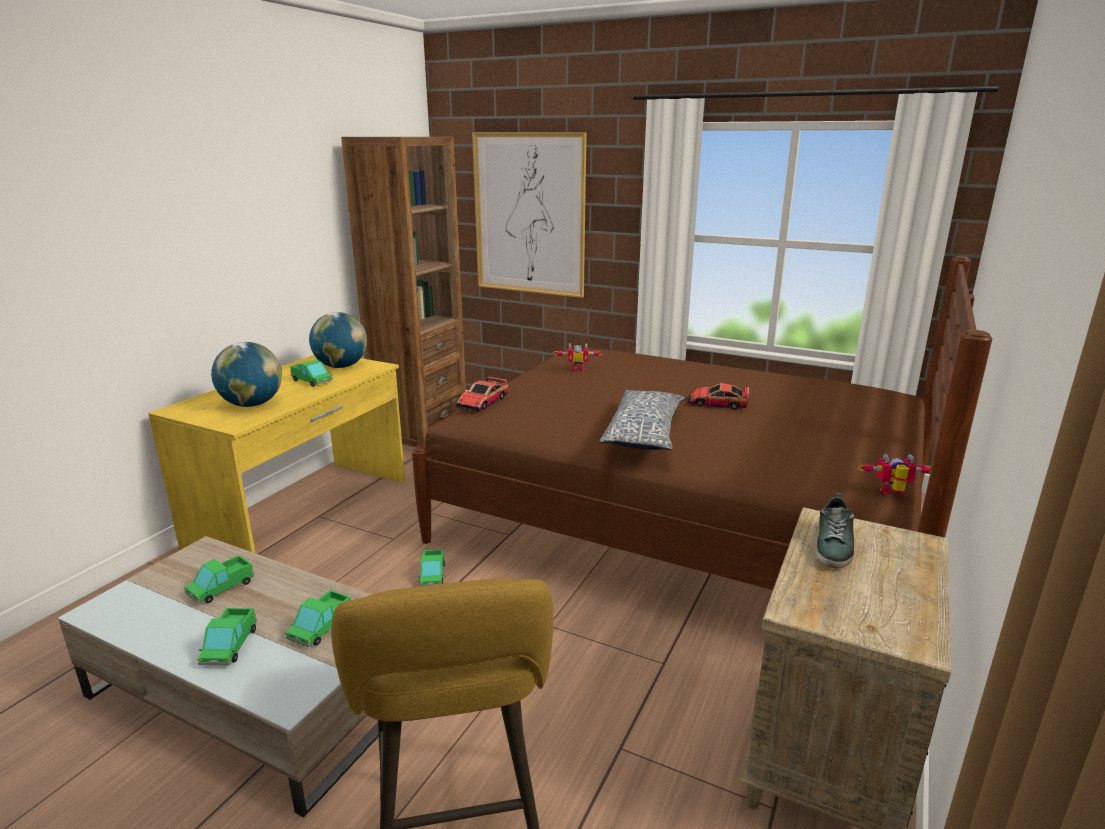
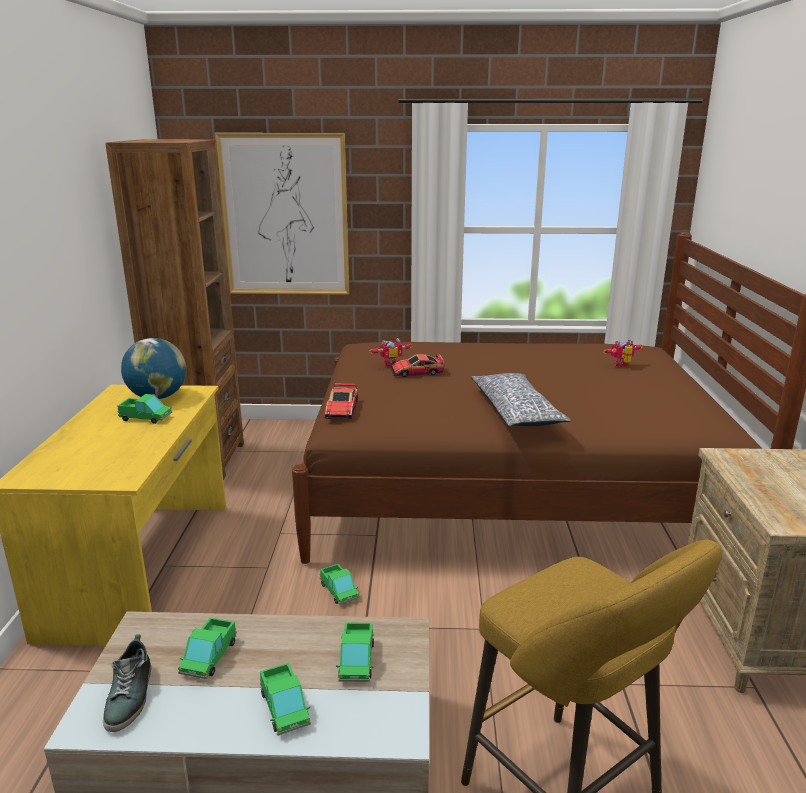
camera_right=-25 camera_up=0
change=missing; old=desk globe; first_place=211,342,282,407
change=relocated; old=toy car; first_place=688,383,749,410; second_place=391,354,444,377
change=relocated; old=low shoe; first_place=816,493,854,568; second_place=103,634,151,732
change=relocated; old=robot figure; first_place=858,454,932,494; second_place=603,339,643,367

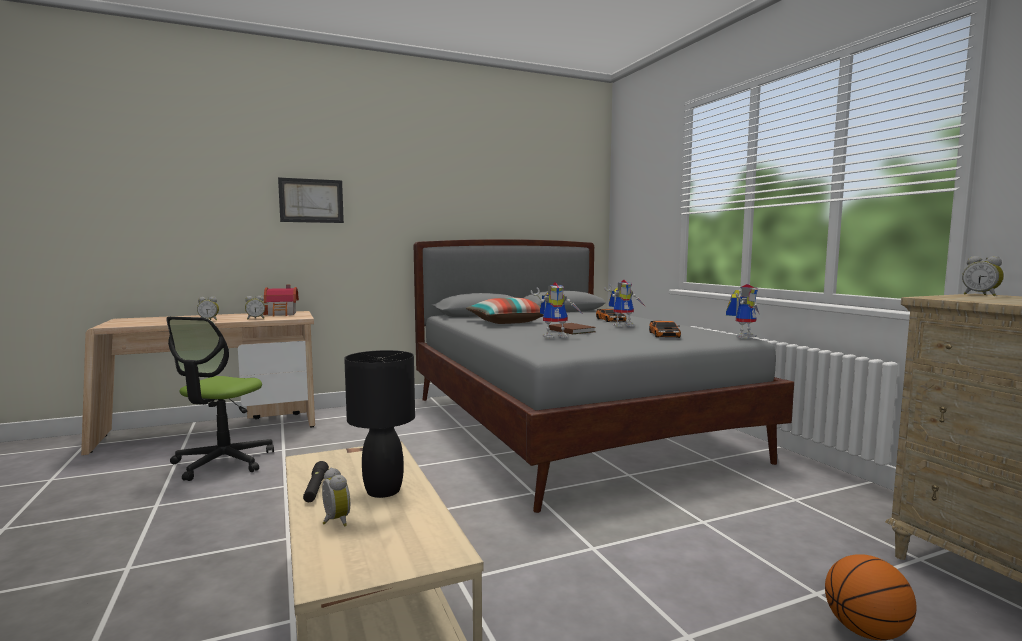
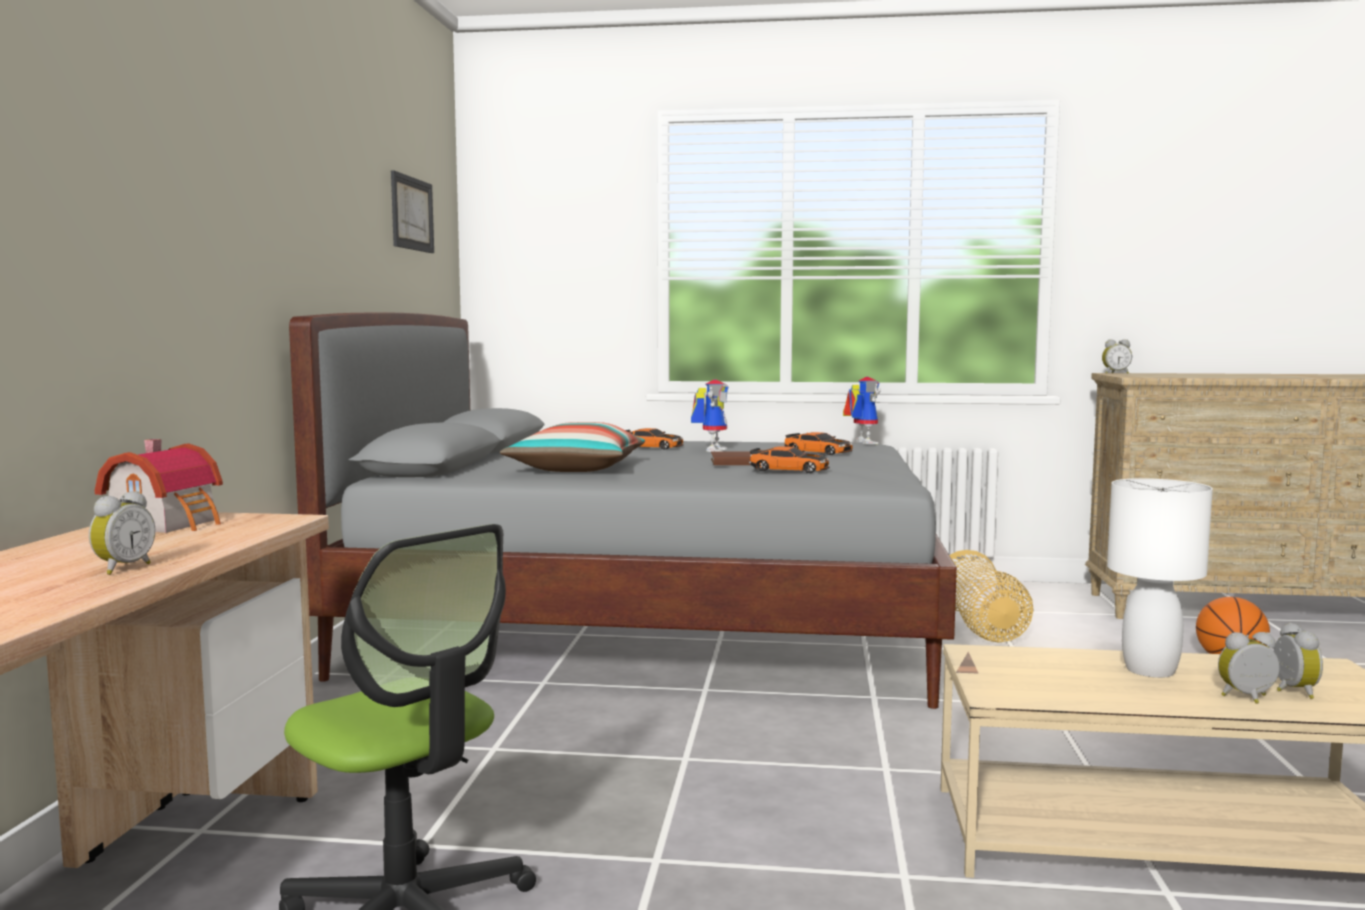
camera_right=-60 camera_up=0
change=relocated; old=table clock; first_place=245,296,265,319; second_place=1274,623,1323,699
change=relocated; old=wall picture; first_place=278,177,344,223; second_place=391,170,434,253
change=missing; old=black hand torch; first_place=303,461,329,502
change=colour; old=black lamp for a table; new=white-coloured lamp for a table; first_place=344,350,415,498; second_place=1107,478,1213,678
change=exchanged; old=robot figure; new=toy car; first_place=531,282,583,339; second_place=749,446,830,473
change=appeared; new=basket; second_place=949,550,1033,642

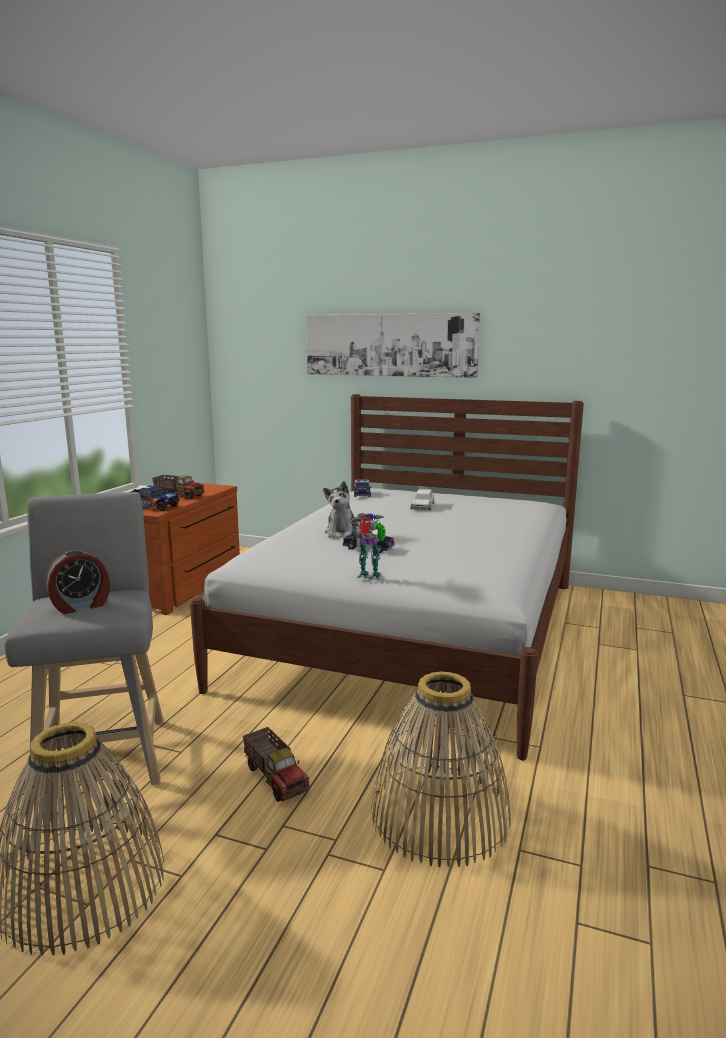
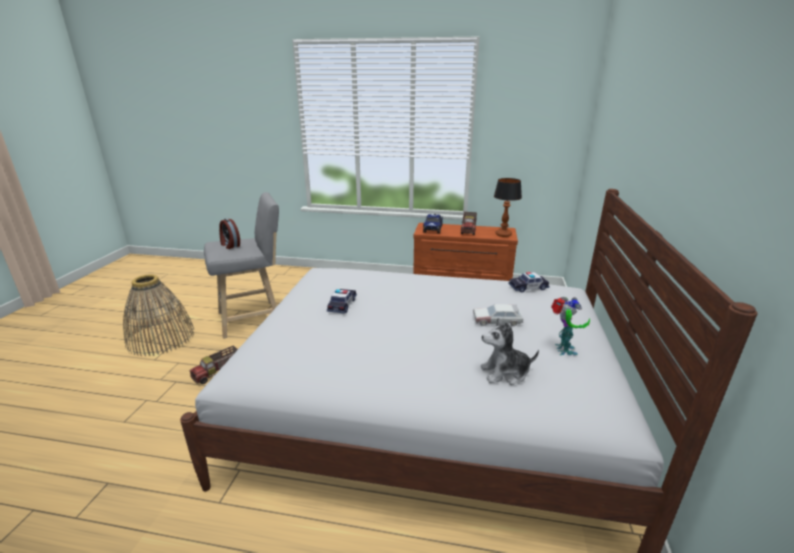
camera_right=80 camera_up=10
change=missing; old=wall picture; first_place=306,313,480,378
change=relocated; old=plush toy; first_place=323,481,359,538; second_place=481,318,539,385
change=relocated; old=robot figure; first_place=351,513,386,580; second_place=551,297,590,355
change=missing; old=basket; first_place=371,671,511,867
change=appeared; new=lamp for a table; second_place=494,178,522,237

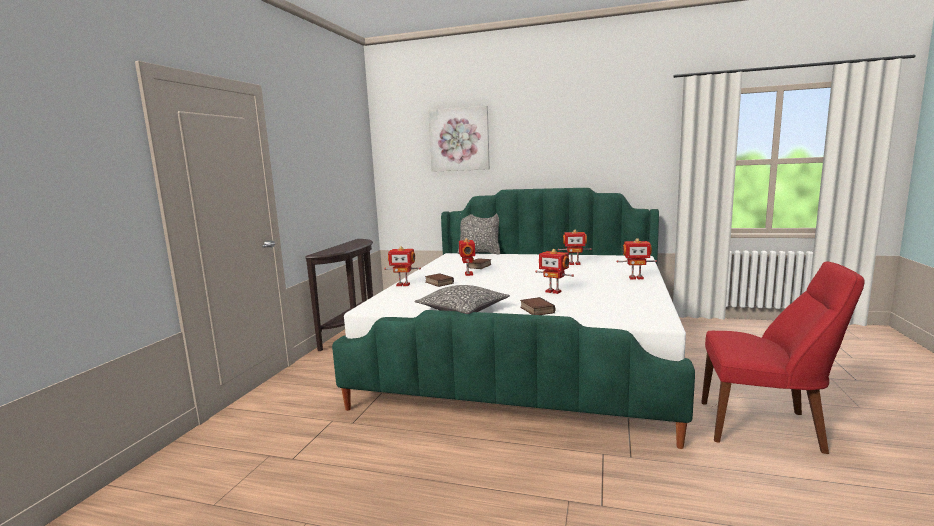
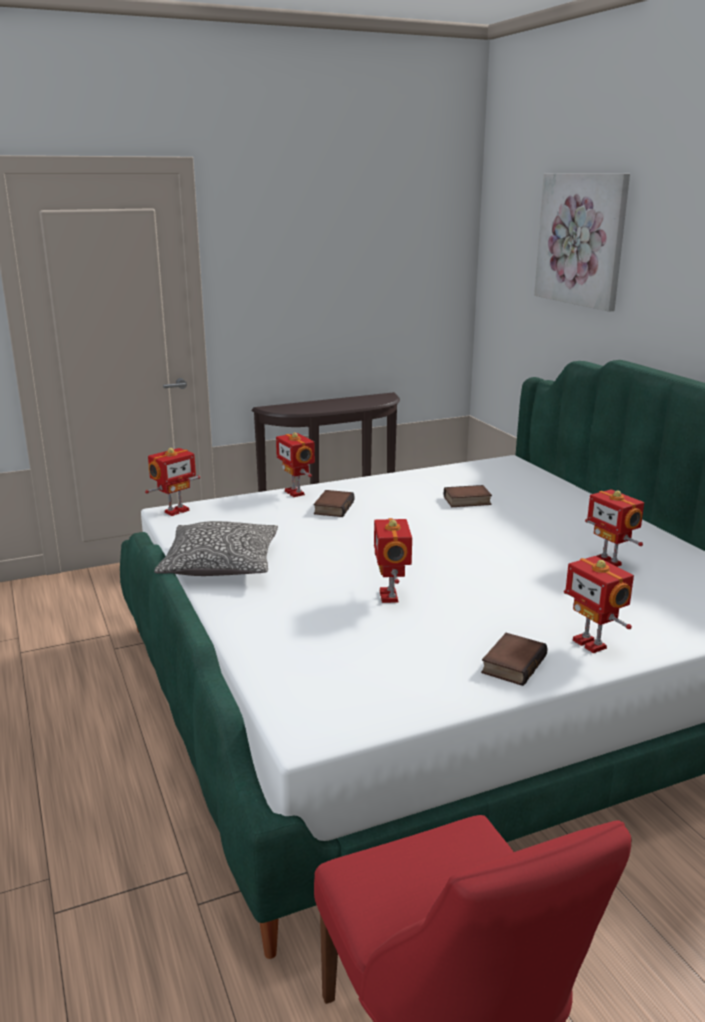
camera_right=50 camera_up=10
change=missing; old=throw pillow; first_place=458,213,500,255
change=relocated; old=robot figure; first_place=459,238,475,276; second_place=145,448,200,516
change=relocated; old=volume; first_place=520,297,555,315; second_place=481,633,548,686

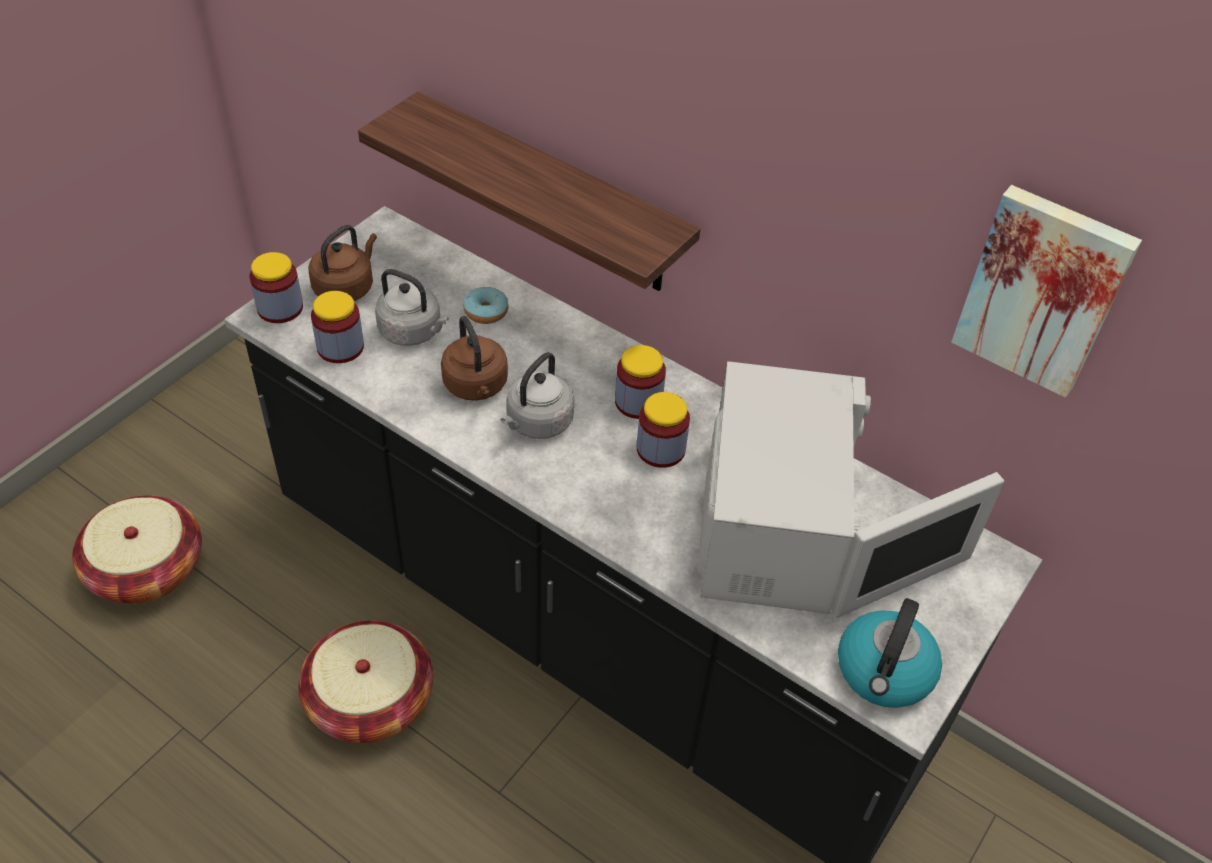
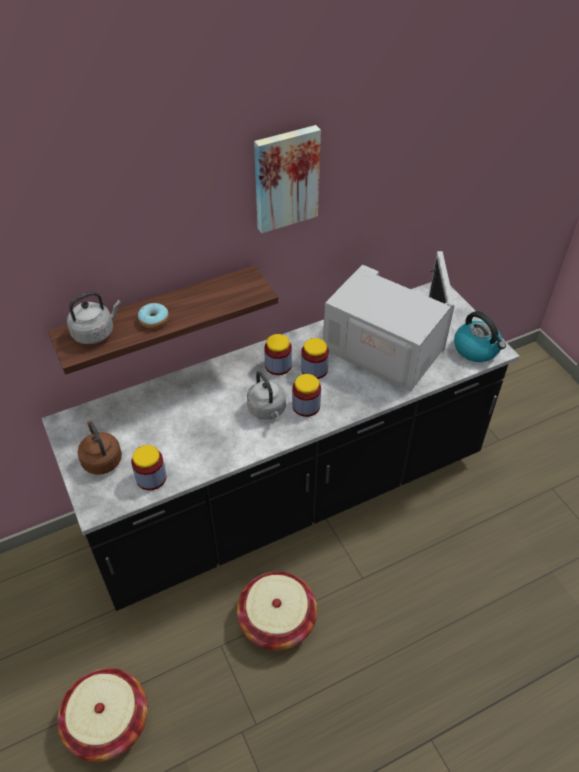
camera_right=-60 camera_up=0
change=relocated; old=storage jar; first_place=249,252,303,323; second_place=292,374,321,417
change=relocated; old=greyish tea kettle; first_place=375,269,449,346; second_place=67,291,121,344
change=missing; old=brownish tea kettle; first_place=441,316,508,401
change=relocated; old=donut; first_place=463,287,509,324; second_place=138,303,169,328
change=relocated; old=wall picture; first_place=951,185,1142,398; second_place=254,125,321,233

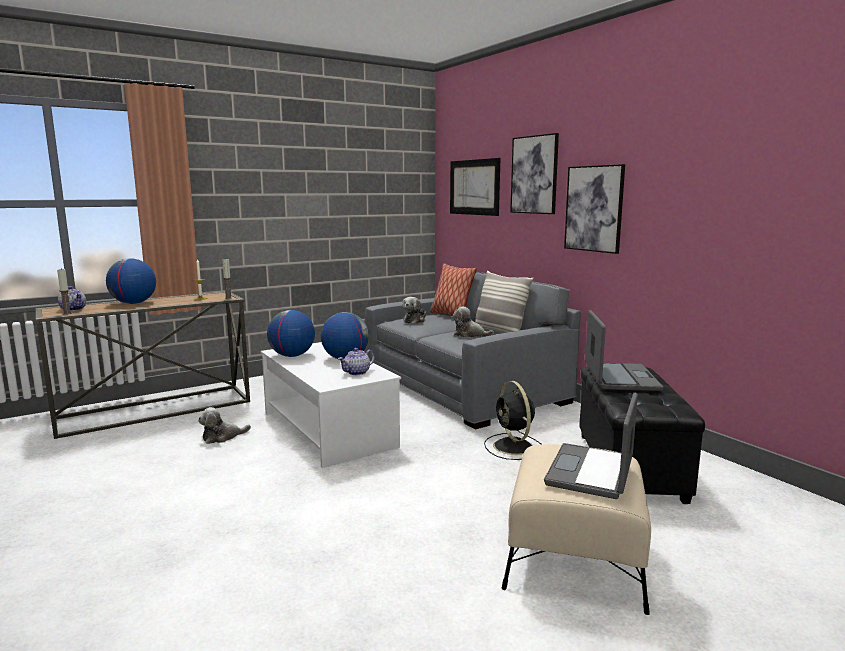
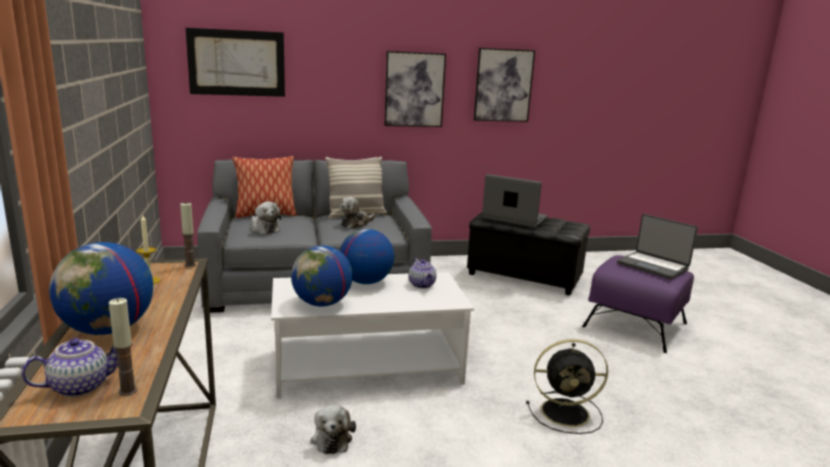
camera_right=-70 camera_up=5
change=relocated; old=black cooling fan; first_place=484,381,542,460; second_place=526,339,608,434
change=colour; old=sand-coloured pouffe; new=purple-coloured pouffe; first_place=502,444,651,615; second_place=582,255,694,353
change=relocated; old=wall picture; first_place=510,133,559,214; second_place=474,48,535,122

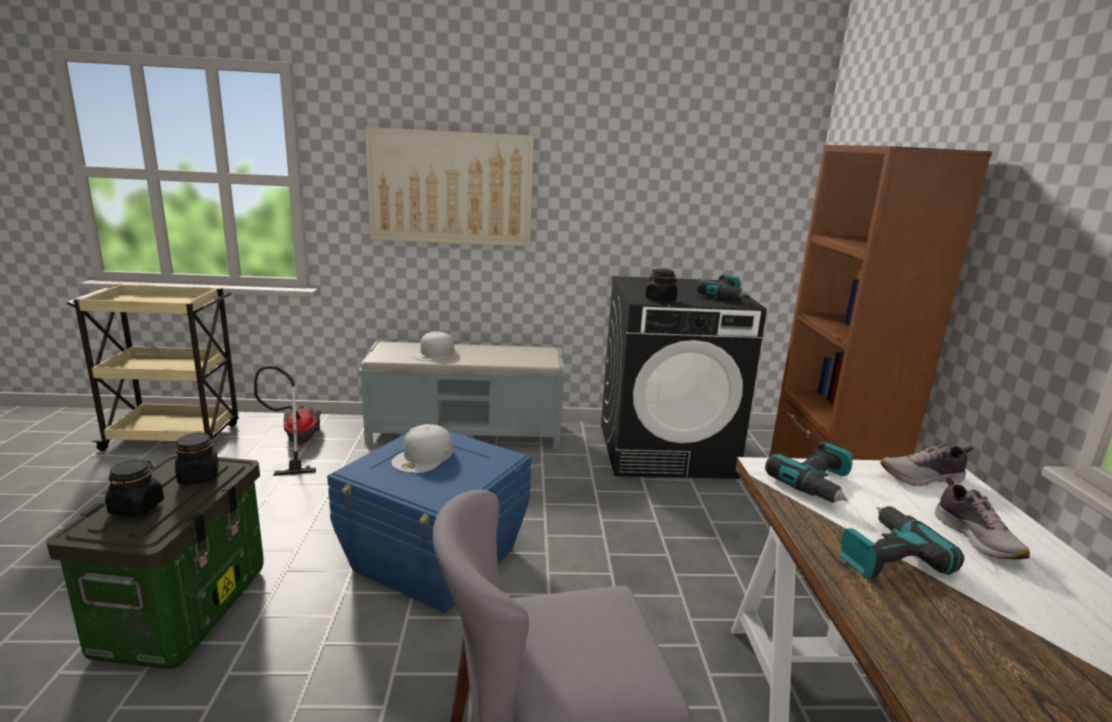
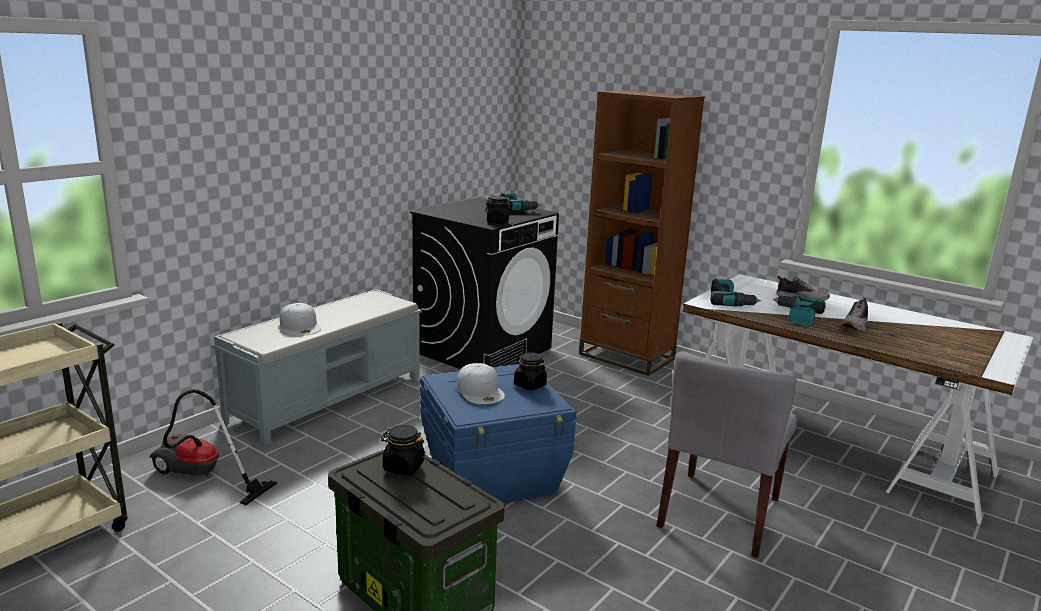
camera_right=-50 camera_up=0
change=relocated; old=black storage jar; first_place=105,460,164,516; second_place=514,352,547,390
change=missing; old=wall picture; first_place=365,127,534,247
change=relocated; old=low shoe; first_place=880,443,973,486; second_place=841,298,868,331

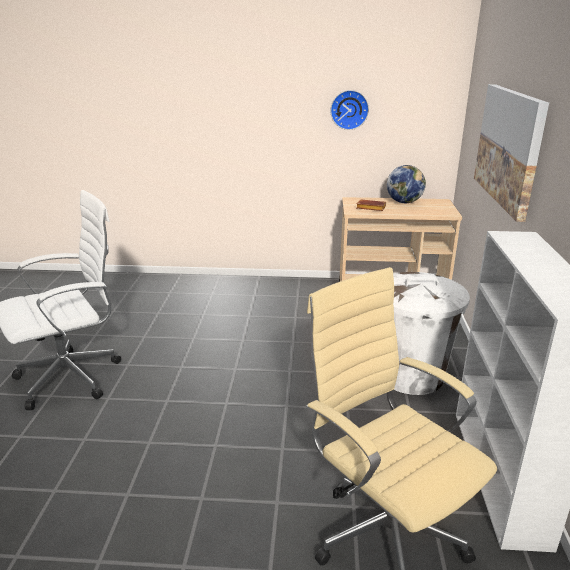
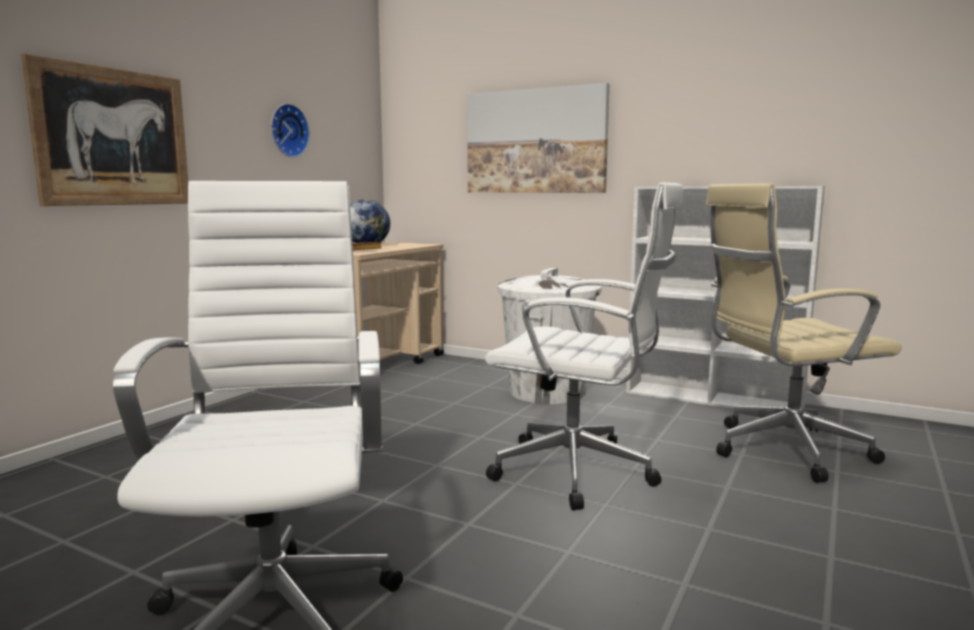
camera_right=-65 camera_up=-15
change=appeared; new=wall picture; second_place=21,54,188,206
change=appeared; new=white-coloured computer chair; second_place=485,182,683,511

